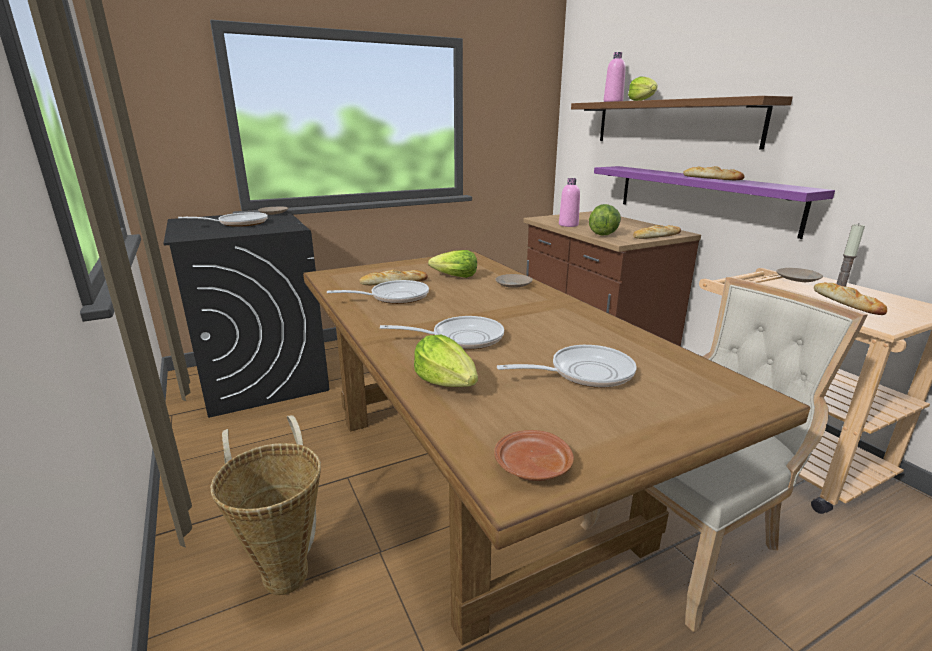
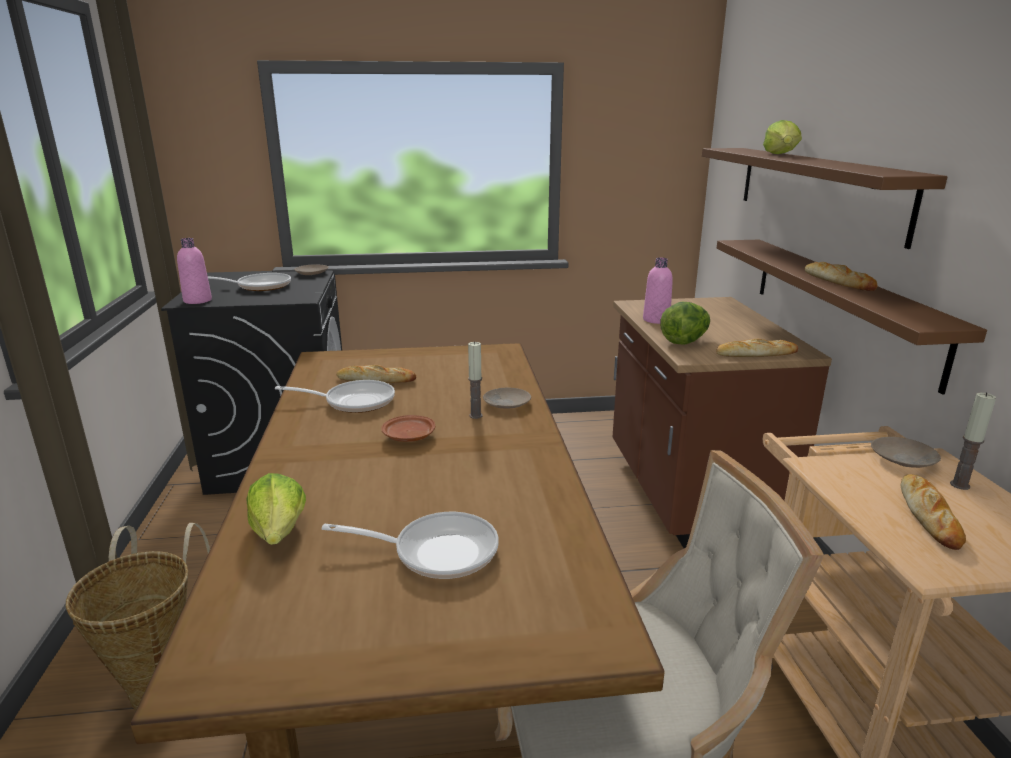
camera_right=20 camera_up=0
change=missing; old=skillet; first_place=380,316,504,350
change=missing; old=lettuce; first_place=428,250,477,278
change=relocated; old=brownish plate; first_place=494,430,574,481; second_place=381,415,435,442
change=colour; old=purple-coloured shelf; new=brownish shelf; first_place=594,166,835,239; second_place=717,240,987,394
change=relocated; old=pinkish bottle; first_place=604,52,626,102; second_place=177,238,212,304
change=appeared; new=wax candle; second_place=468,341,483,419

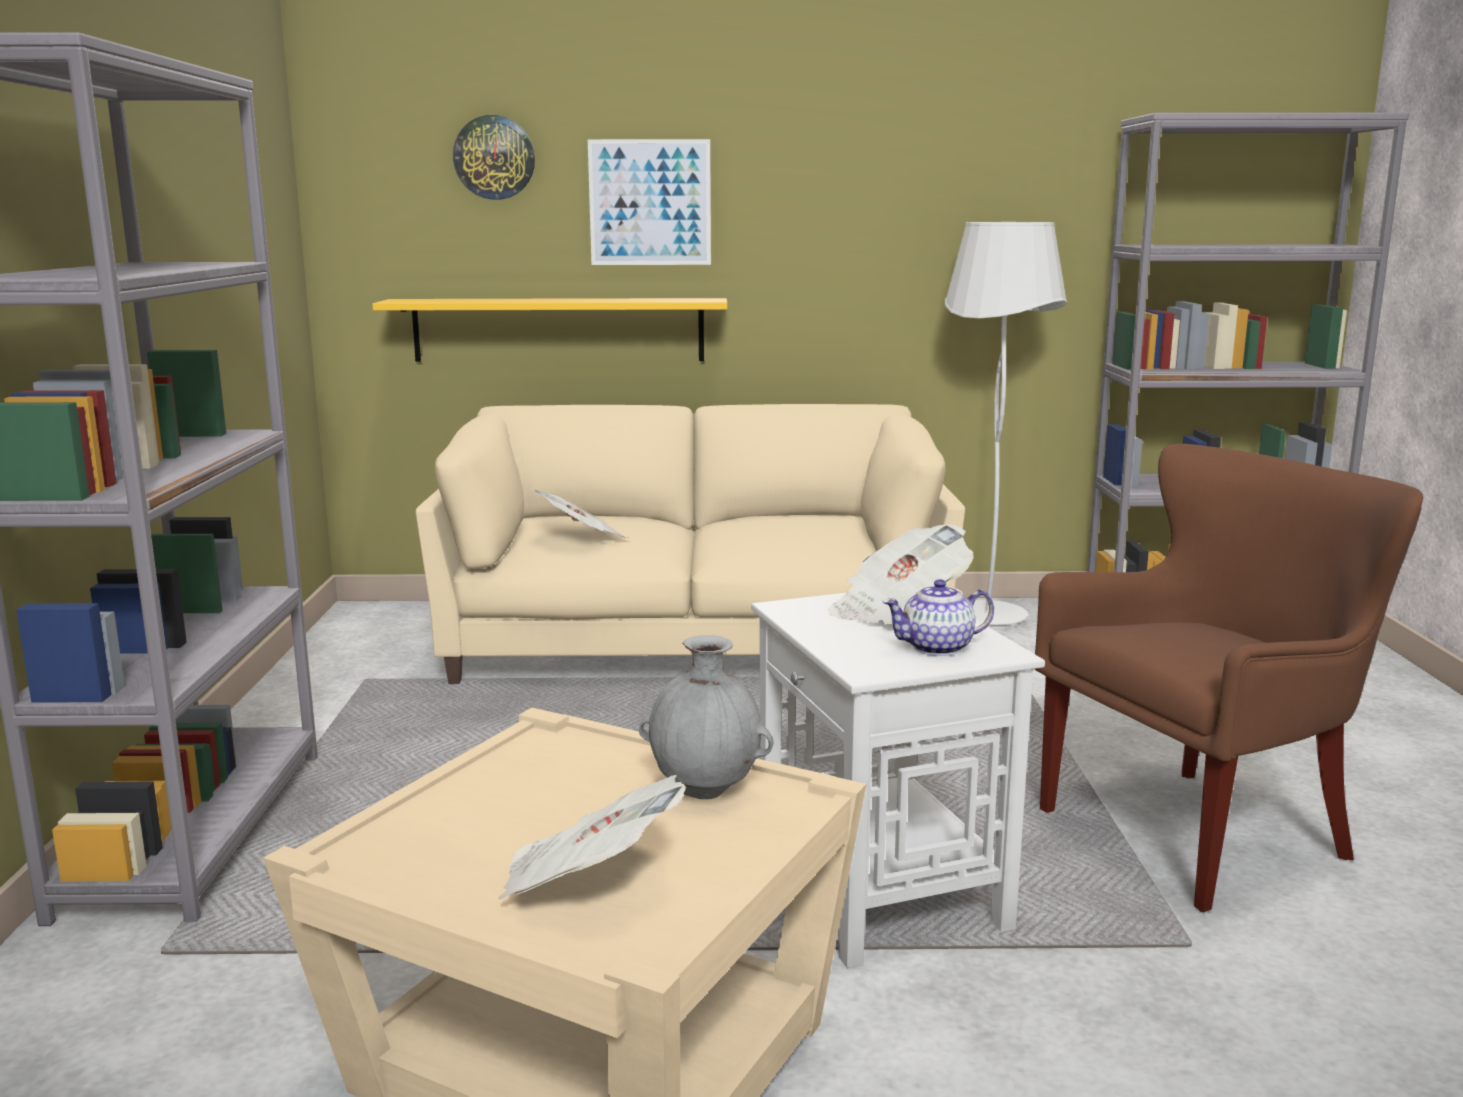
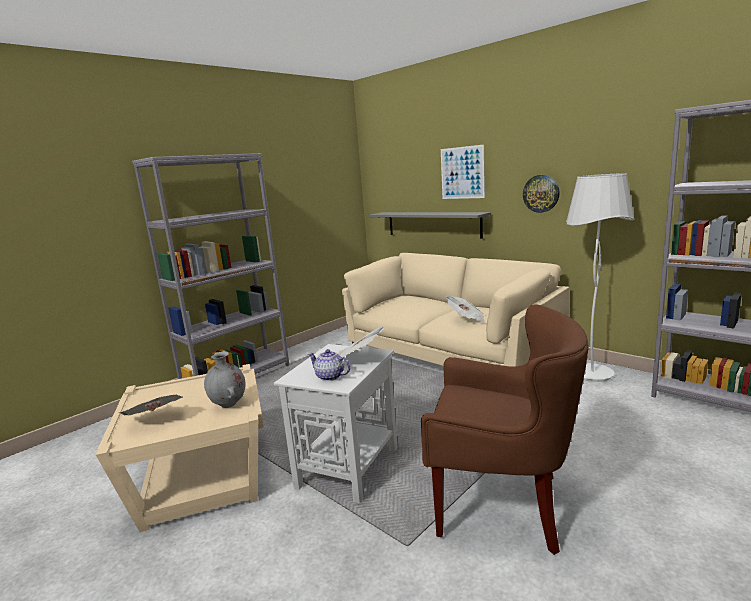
camera_right=45 camera_up=0
change=colour; old=yellow shelf; new=greyish shelf; first_place=372,298,727,362; second_place=369,212,491,239
change=relocated; old=hanging clock; first_place=453,115,535,200; second_place=523,175,560,213
change=relocated; old=newspaper; first_place=531,489,628,538; second_place=446,296,485,322

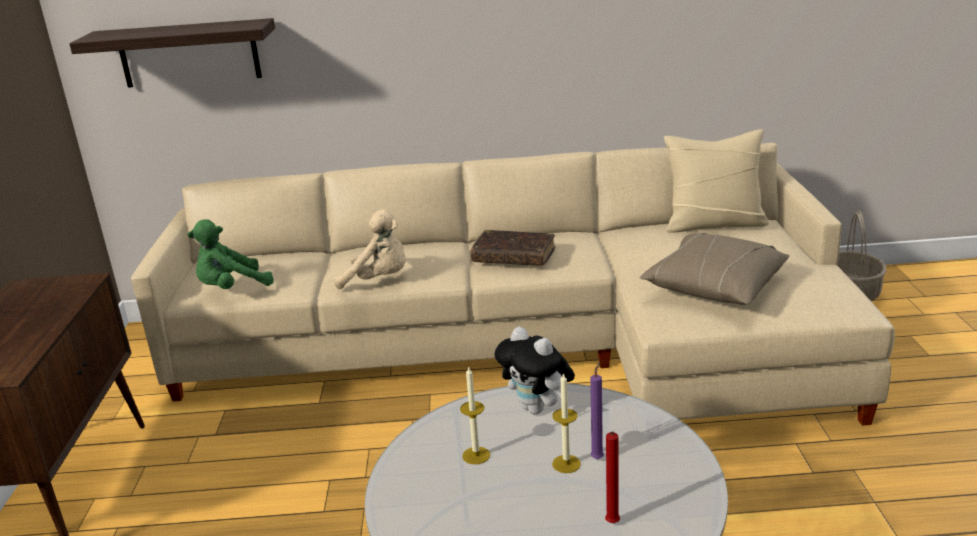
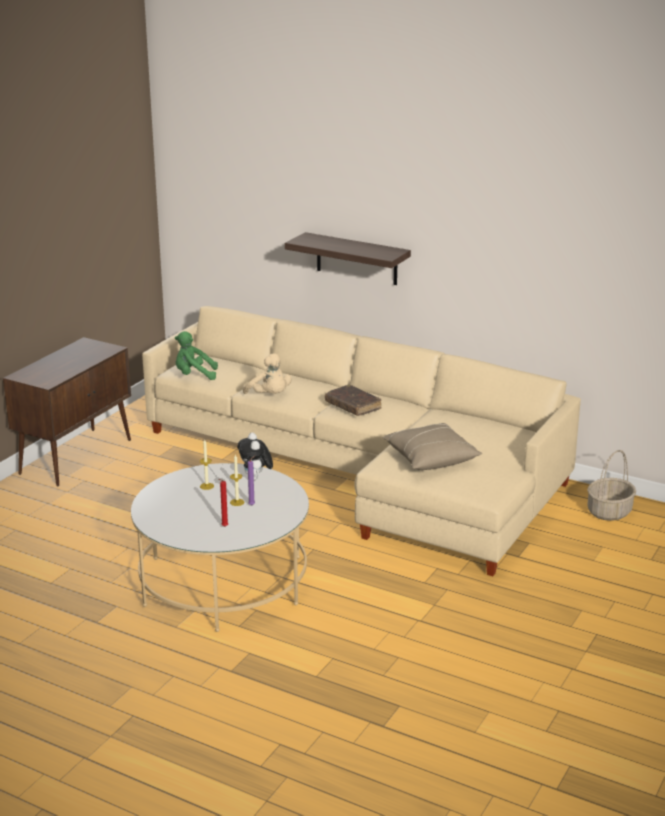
camera_right=30 camera_up=0
change=relocated; old=shelf; first_place=69,18,275,88; second_place=285,232,411,285
change=missing; old=sand-coloured throw pillow; first_place=664,129,769,233

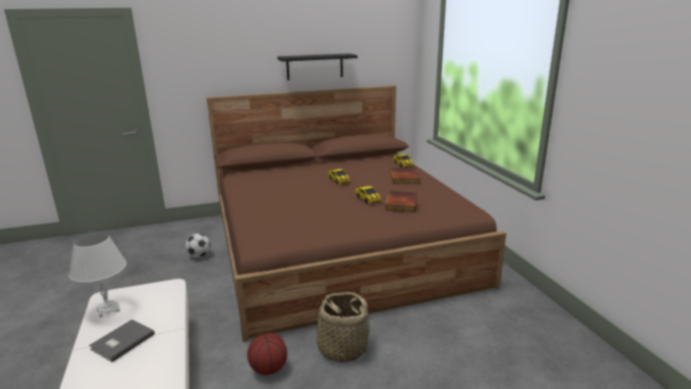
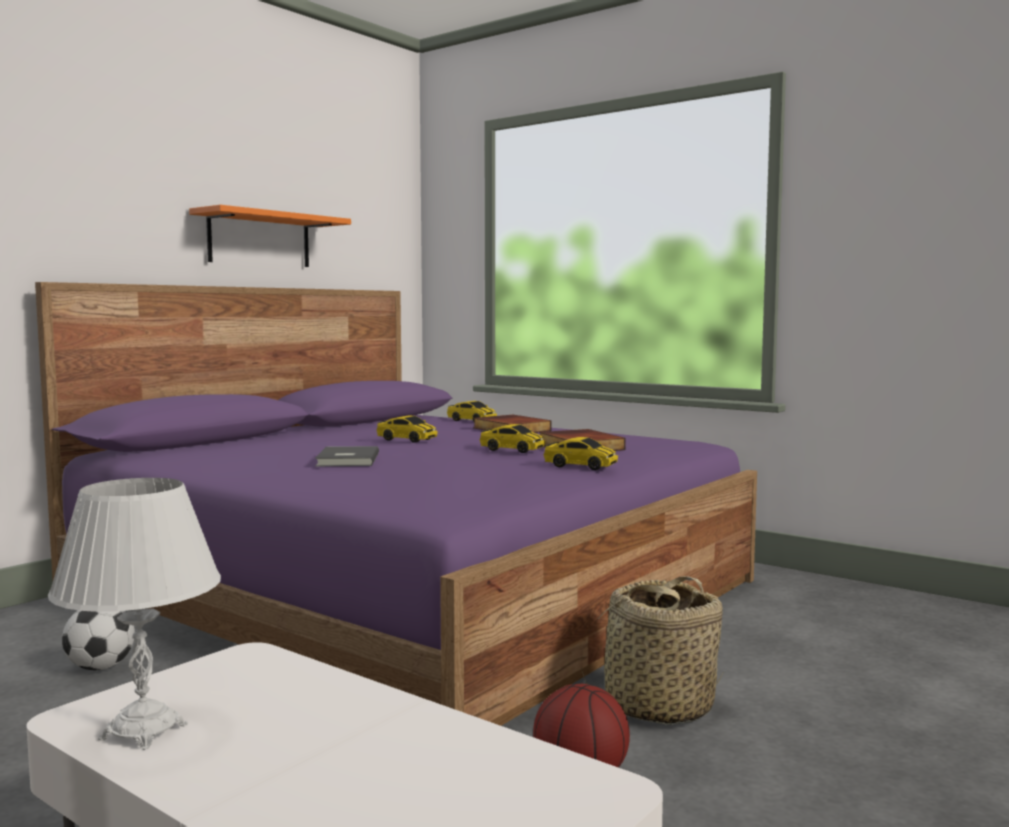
camera_right=-35 camera_up=-15
change=relocated; old=greyish volume; first_place=89,320,155,362; second_place=315,446,379,466
change=colour; old=brownish sleeping bed; new=purple-coloured sleeping bed; first_place=207,85,506,342; second_place=35,282,757,726
change=colour; old=black shelf; new=orange shelf; first_place=277,53,358,80; second_place=189,205,351,267
change=appeared; new=toy car; second_place=544,437,618,470

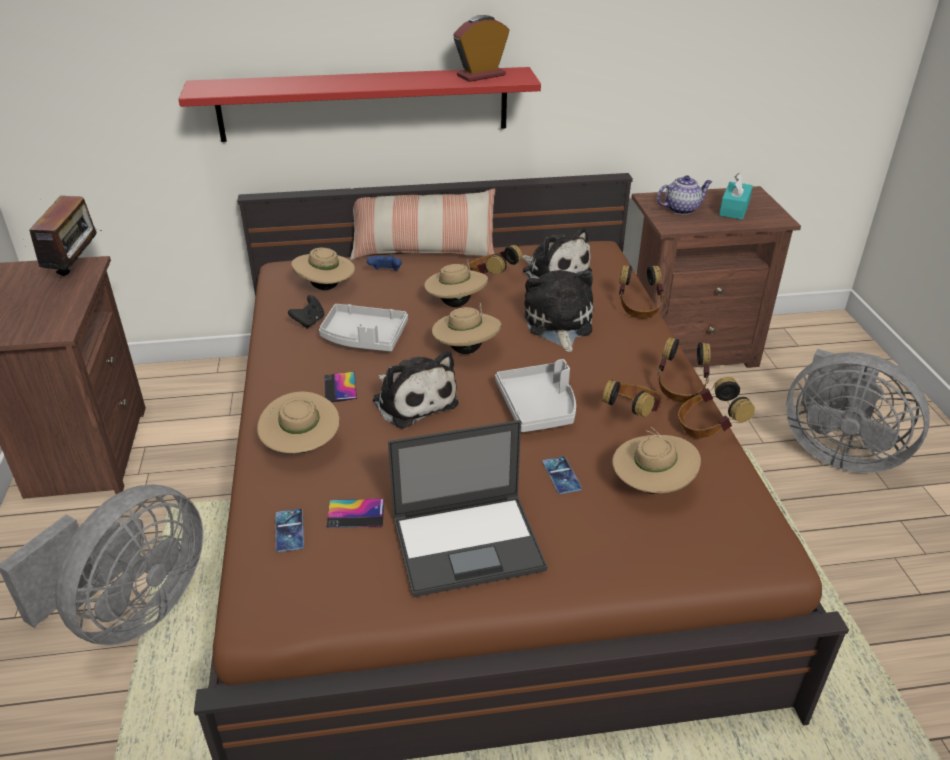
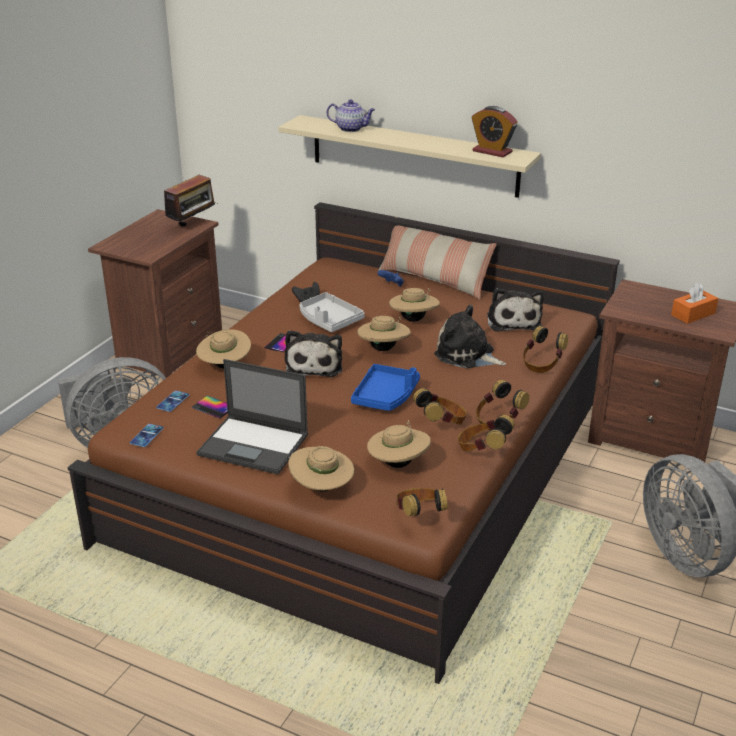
camera_right=35 camera_up=-5
change=colour; old=red shelf; new=sand-coloured shelf; first_place=178,67,541,142; second_place=278,115,541,198
change=relocated; old=sand-coloured wearable hat; first_place=291,248,355,290; second_place=288,446,354,492
change=spun; old=table clock; first_place=453,15,509,82; second_place=472,106,517,157; degrees=-150
change=relocated; old=headset; first_place=468,245,522,275; second_place=396,488,448,517
change=colour; old=greyish serving tray; new=blue-coloured serving tray; first_place=495,359,576,432; second_place=351,364,420,411
change=spun; old=plush toy; first_place=524,270,593,352; second_place=434,305,506,369; degrees=-90
change=relocated; old=telephone; first_place=542,456,582,494; second_place=130,424,164,447
change=relocated; old=pot for tea; first_place=657,175,712,215; second_place=327,99,375,132
change=colour; old=turquoise box of tissues; new=orange box of tissues; first_place=719,173,753,220; second_place=671,282,718,324

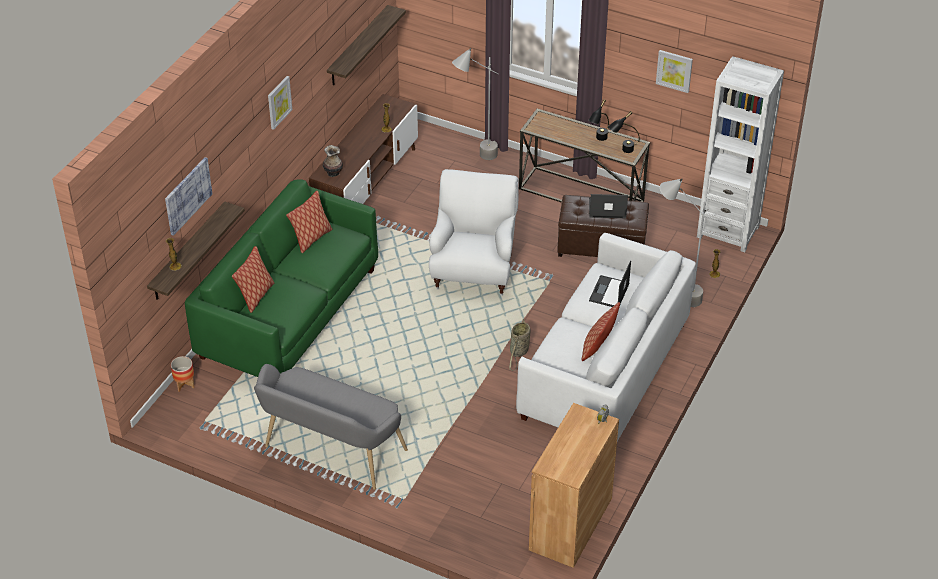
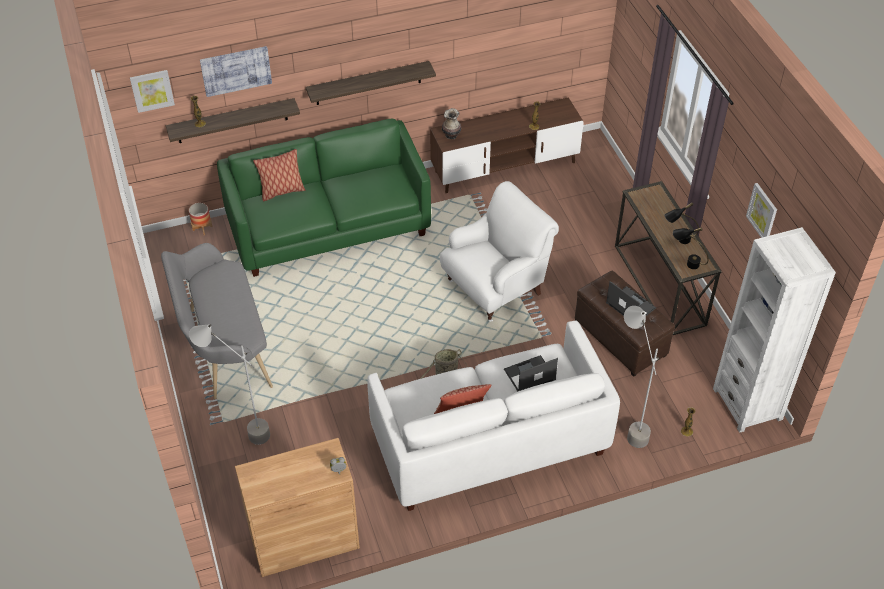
camera_right=45 camera_up=5
change=relocated; old=wall picture; first_place=268,76,292,130; second_place=130,70,175,113
change=missing; old=throw pillow; first_place=286,191,333,253
change=relocated; old=shelf; first_place=327,5,406,85; second_place=306,61,436,105
change=relocated; old=greyish standard lamp; first_place=452,48,498,160; second_place=189,324,270,445

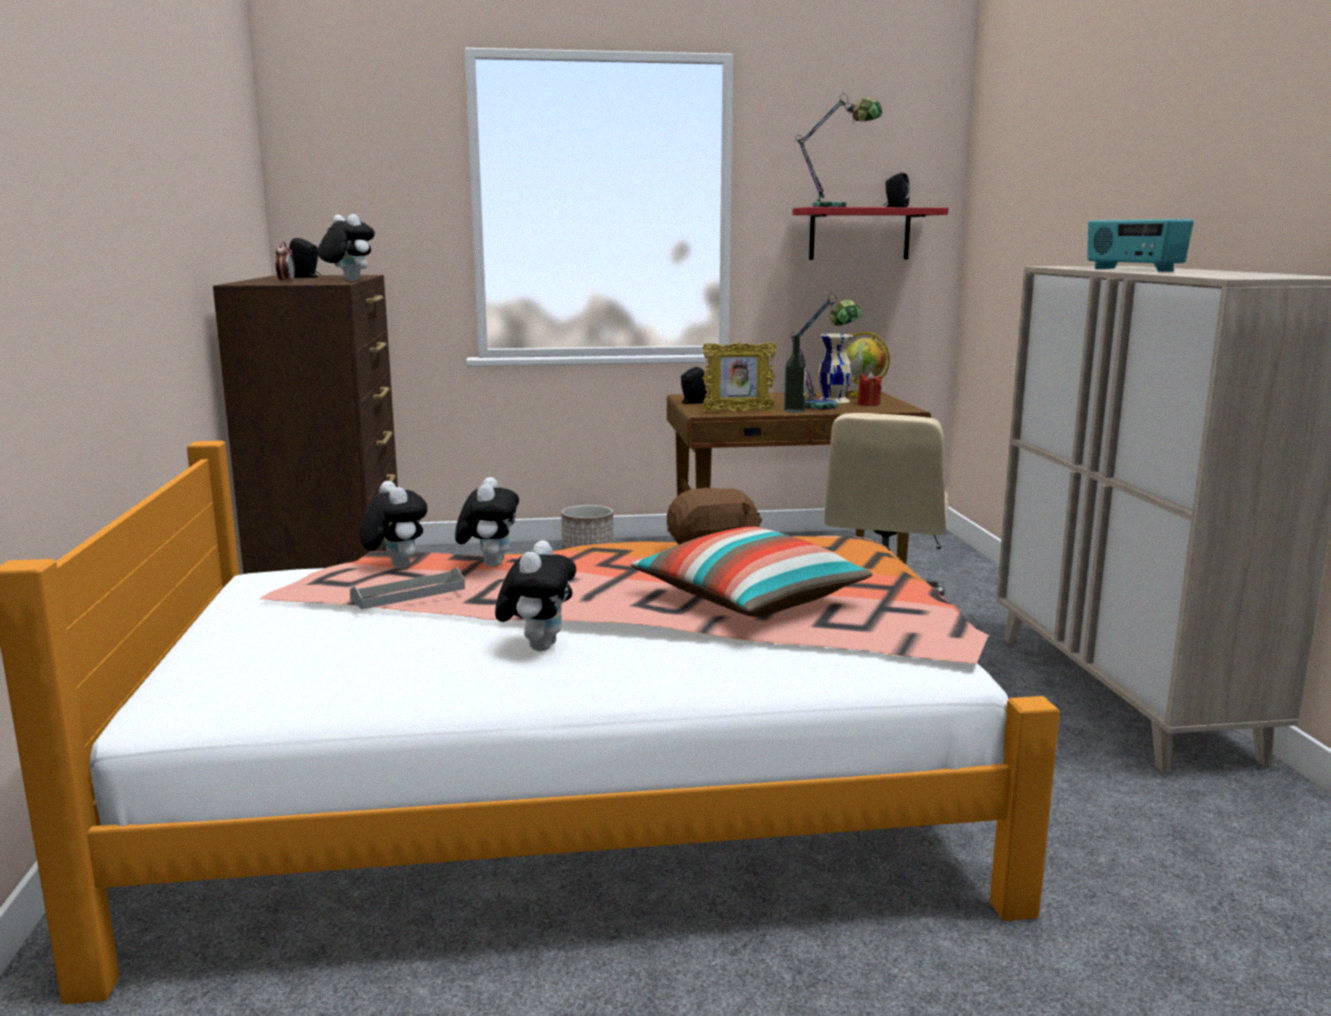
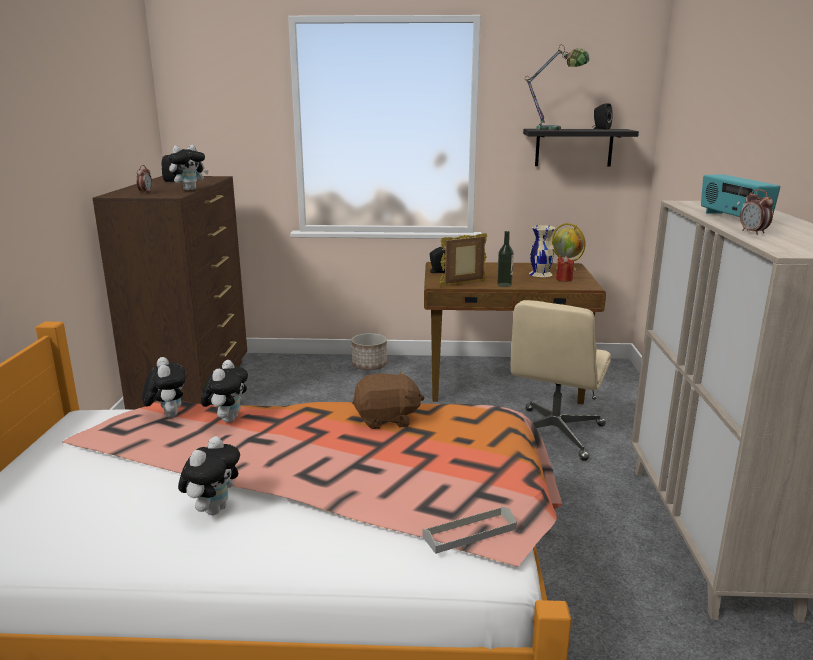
camera_right=10 camera_up=5
change=spun; old=plush toy; first_place=317,214,375,281; second_place=169,145,209,191; degrees=90
change=relocated; old=greyish serving tray; first_place=350,567,465,610; second_place=422,506,517,554
change=missing; old=throw pillow; first_place=631,526,872,617
change=spun; old=standing frame; first_place=702,342,776,412; second_place=440,233,487,286; degrees=150
change=missing; old=lamp for a table; first_place=791,292,862,410
change=colour; old=red shelf; new=black shelf; first_place=793,207,948,260; second_place=523,129,639,167
change=appeared; new=table clock; second_place=740,189,773,235

